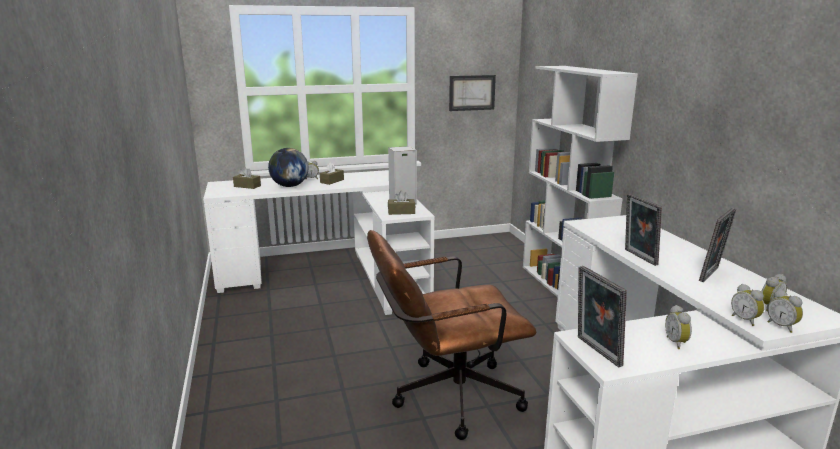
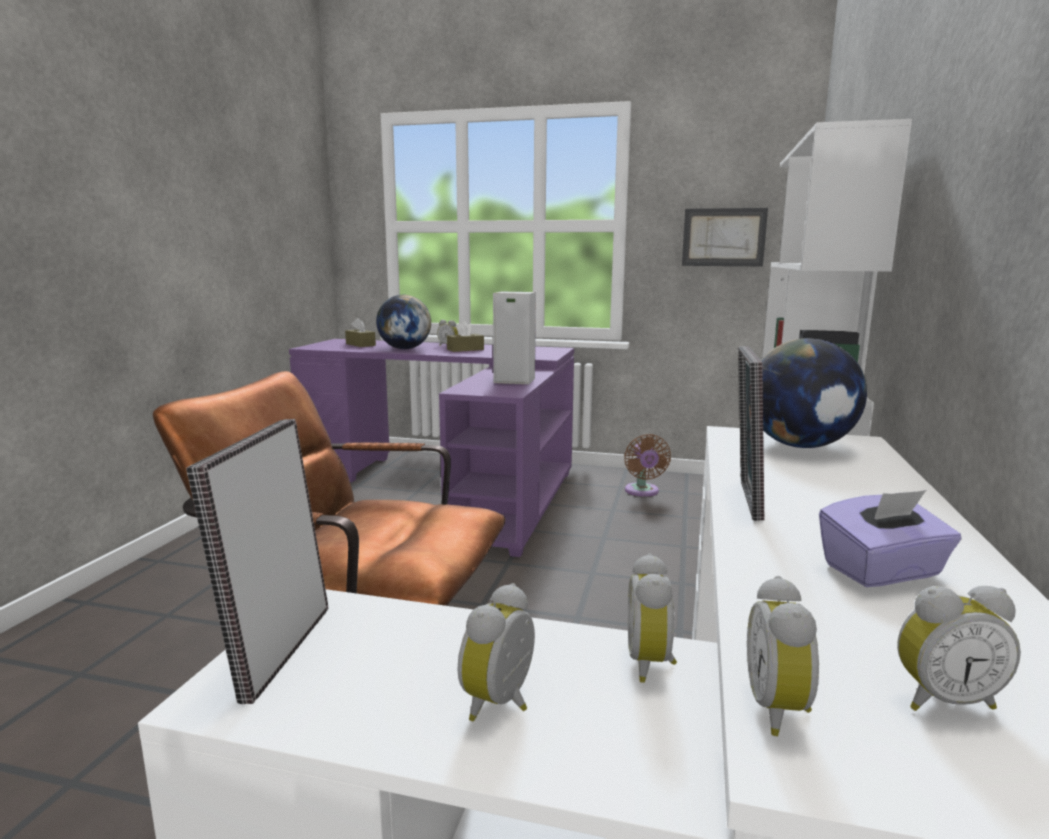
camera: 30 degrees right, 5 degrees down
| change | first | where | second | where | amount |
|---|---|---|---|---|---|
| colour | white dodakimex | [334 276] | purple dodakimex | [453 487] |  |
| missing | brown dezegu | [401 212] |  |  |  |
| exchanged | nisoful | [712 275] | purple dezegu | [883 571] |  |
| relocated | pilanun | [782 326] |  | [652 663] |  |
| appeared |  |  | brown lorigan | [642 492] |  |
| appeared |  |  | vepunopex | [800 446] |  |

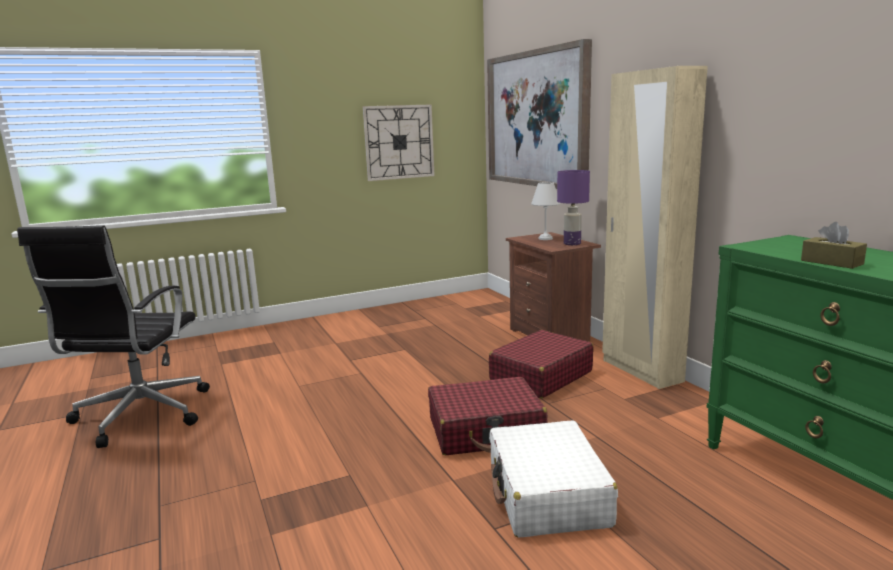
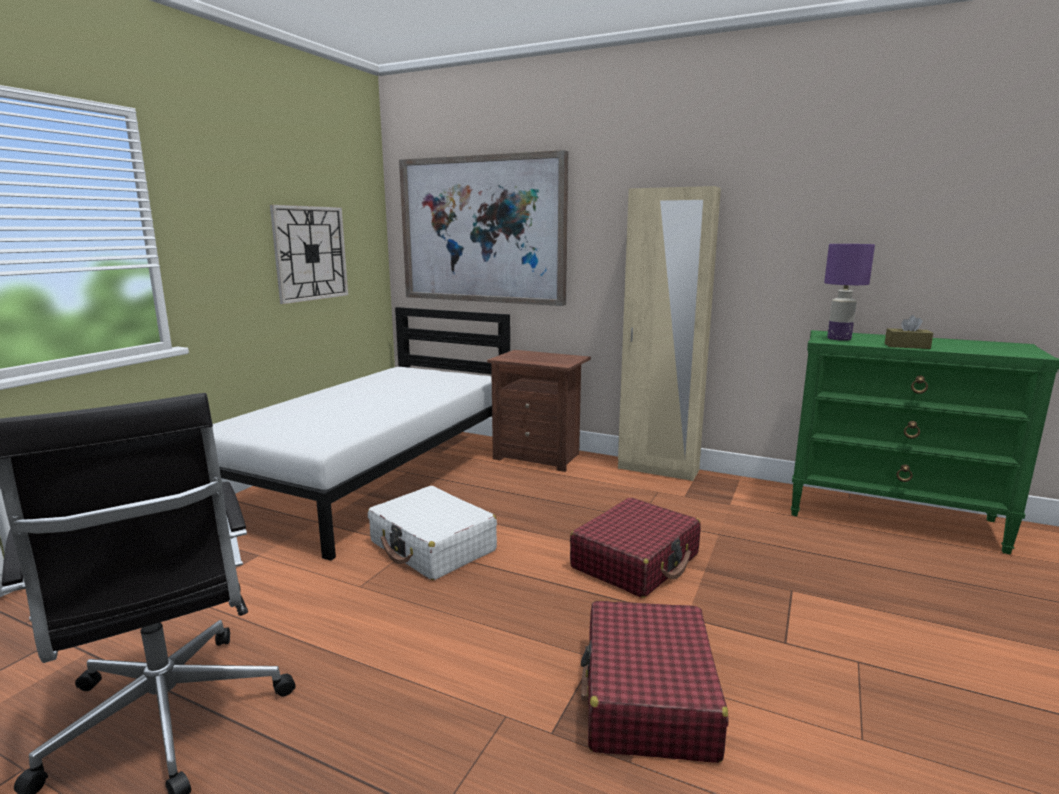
camera: 40 degrees left, 0 degrees up
| change | first | where | second | where | amount |
|---|---|---|---|---|---|
| relocated | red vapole | [540 376] |  | [648 697] |  |
| relocated | white vapole | [547 494] |  | [433 547] |  |
| missing | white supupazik | [545 239] |  |  |  |
| relocated | purple supupazik | [572 243] |  | [839 338] |  |
| appeared |  |  | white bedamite | [377 475] |  |

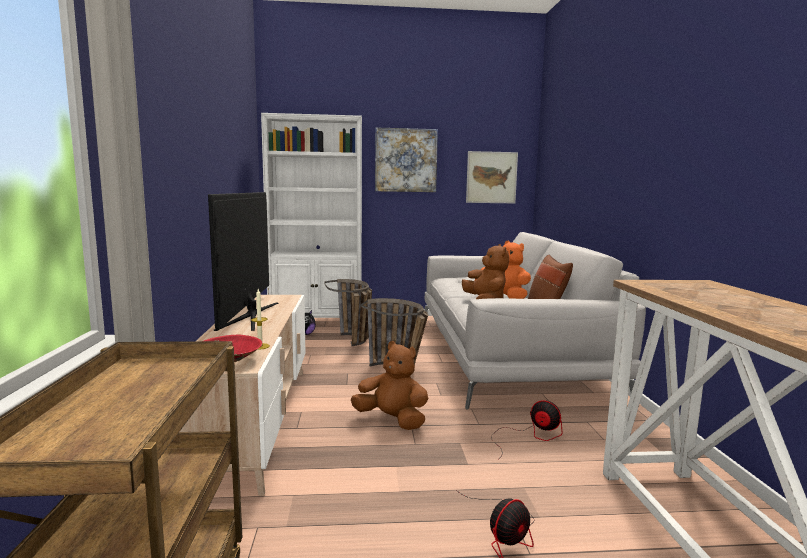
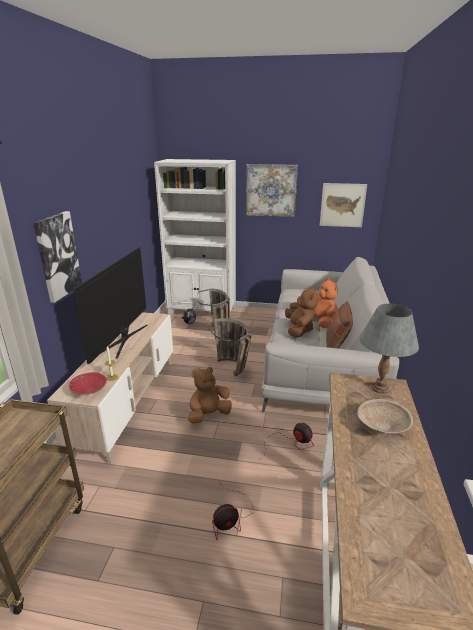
camera: 15 degrees right, 15 degrees up
| change | first | where | second | where | amount |
|---|---|---|---|---|---|
| spun | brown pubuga | [392 420] |  | [209 415] | 75 degrees counterclockwise |
| appeared |  |  | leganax | [57 256] |  |
| appeared |  |  | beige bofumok | [381 427] |  |
| appeared |  |  | grey supupazik | [380 388] |  |

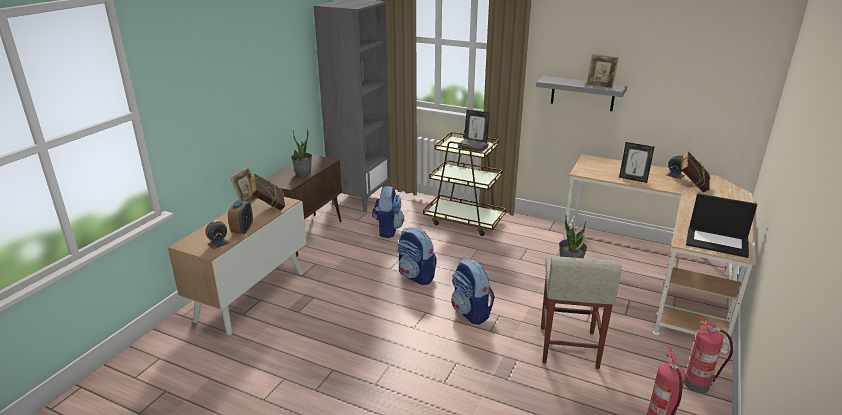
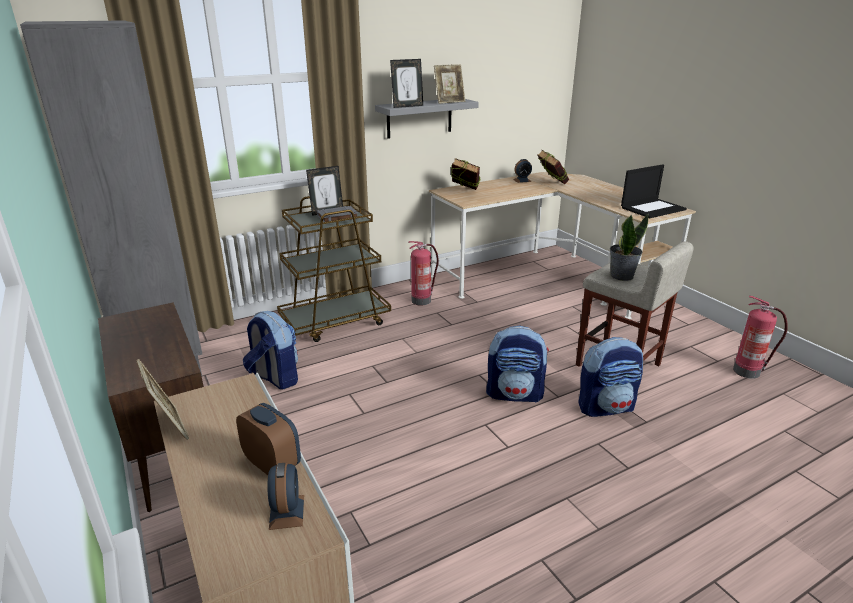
camera: 55 degrees left, 0 degrees up
| change | first | where | second | where | amount |
|---|---|---|---|---|---|
| relocated | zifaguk | [269 208] |  | [465 192] |  |
| missing | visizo | [303 173] |  |  |  |
| relocated | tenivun | [416 276] |  | [606 407] |  |
| relocated | nisoful | [633 179] |  | [407 106] |  |
| relocated | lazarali | [698 384] |  | [422 300] |  |

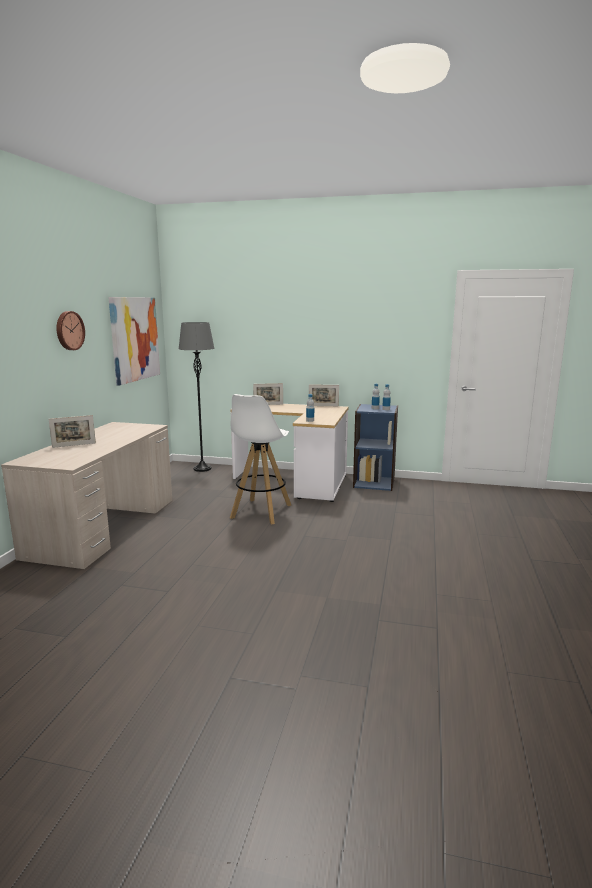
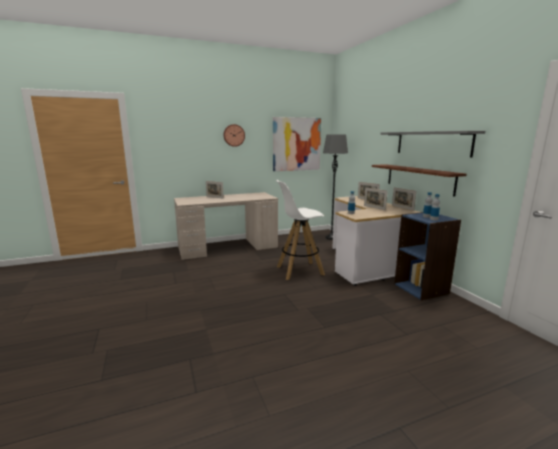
camera: 55 degrees right, 0 degrees up
| change | first | where | second | where | amount |
|---|---|---|---|---|---|
| appeared |  |  | nisoful | [374 208] |  |
| appeared |  |  | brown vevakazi | [419 178] |  |
| appeared |  |  | grey vevakazi | [432 143] |  |

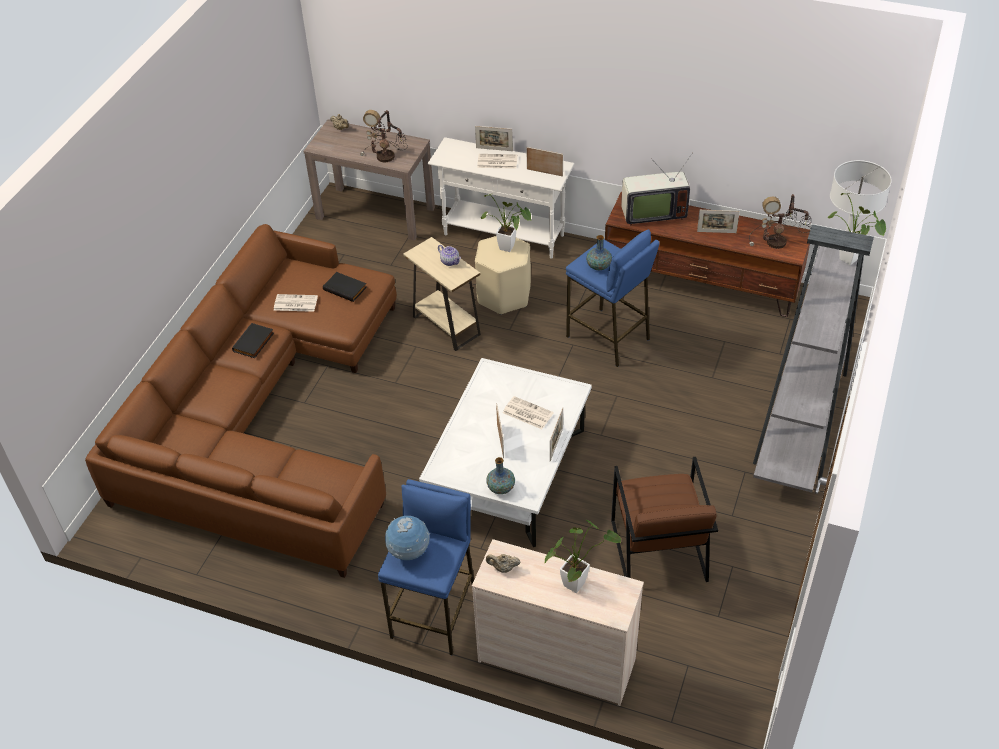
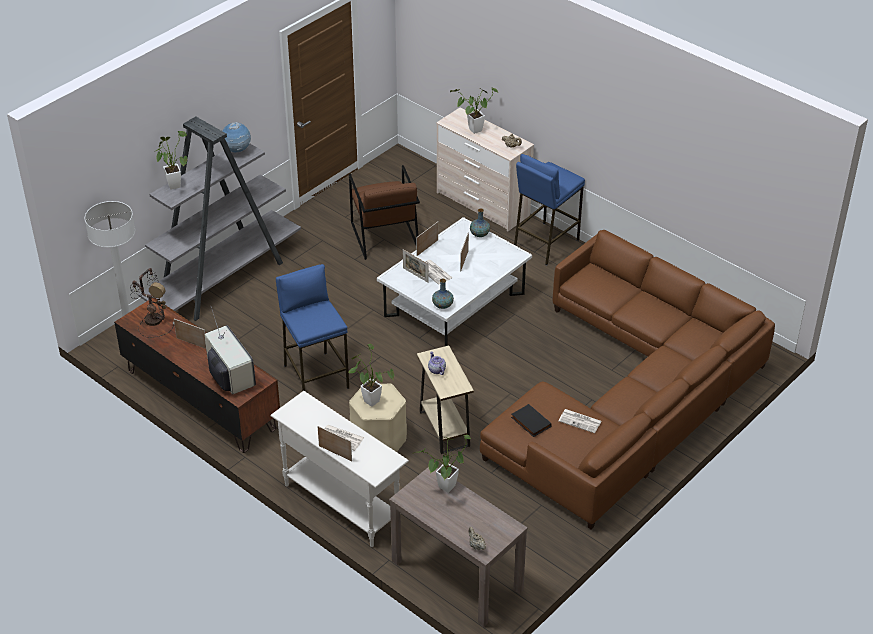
camera: 160 degrees left, 5 degrees down
| change | first | where | second | where | amount |
|---|---|---|---|---|---|
| missing | black zifaguk | [254 343] |  |  |  |
| exchanged | supupazik | [386 157] | visizo | [444 489] |  |
| relocated | vepunopex | [409 552] |  | [237 151] |  |
| relocated | nisoful | [544 172] |  | [415 275] |  |
| relocated | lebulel | [598 266] |  | [442 305] |  |
| spun | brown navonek | [658 550] |  | [384 236] | 150 degrees clockwise |
| spun | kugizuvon | [652 213] |  | [229 377] | 45 degrees clockwise |

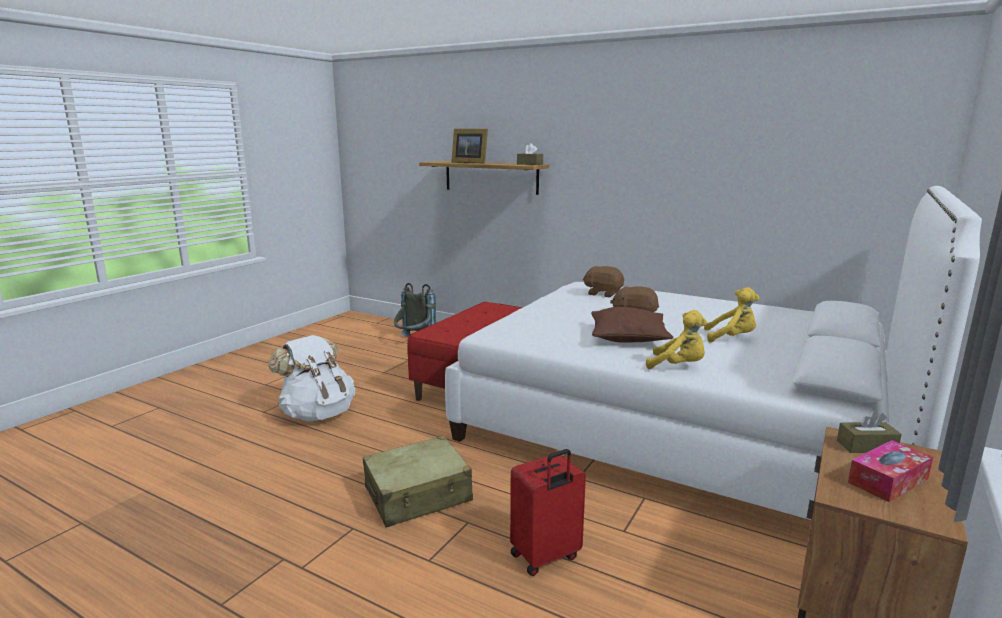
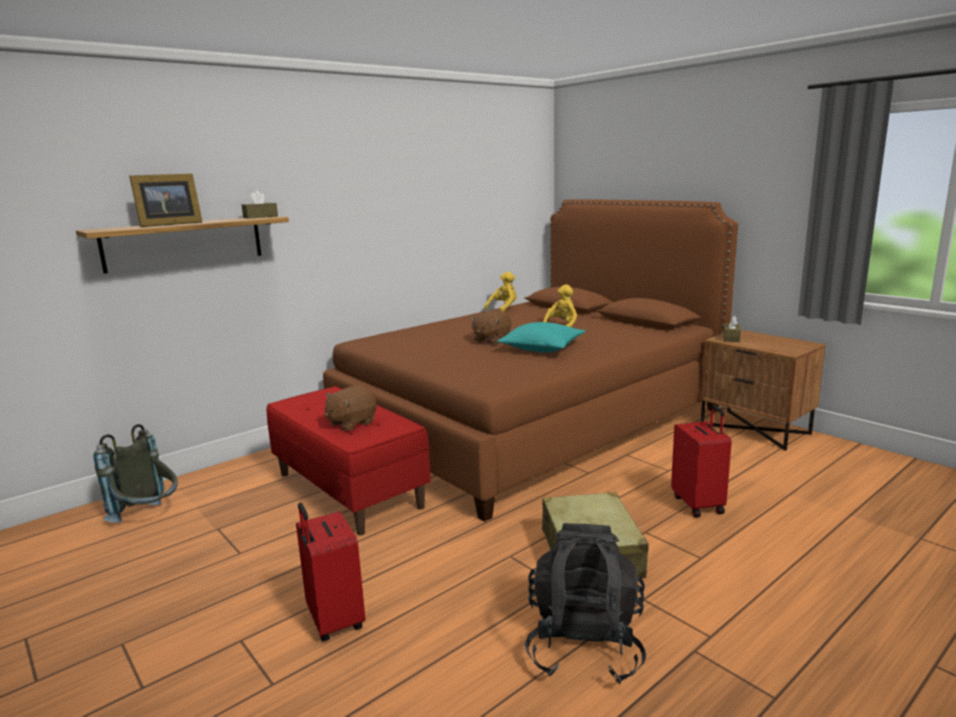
camera: 70 degrees left, 0 degrees up
| change | first | where | second | where | amount |
|---|---|---|---|---|---|
| exchanged | white tenivun | [317 414] | red vapole | [333 621] |  |
| colour | white bedamite | [680 430] | brown bedamite | [531 421] |  |
| relocated | brown pubuga | [603 293] |  | [351 423] |  |
| colour | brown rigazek | [628 338] | turquoise rigazek | [542 348] |  |
| relocated | yellow pubuga | [678 366] |  | [503 309] |  |
| missing | dezegu | [888 481] |  |  |  |
| appeared |  |  | black tenivun | [584 645] |  |

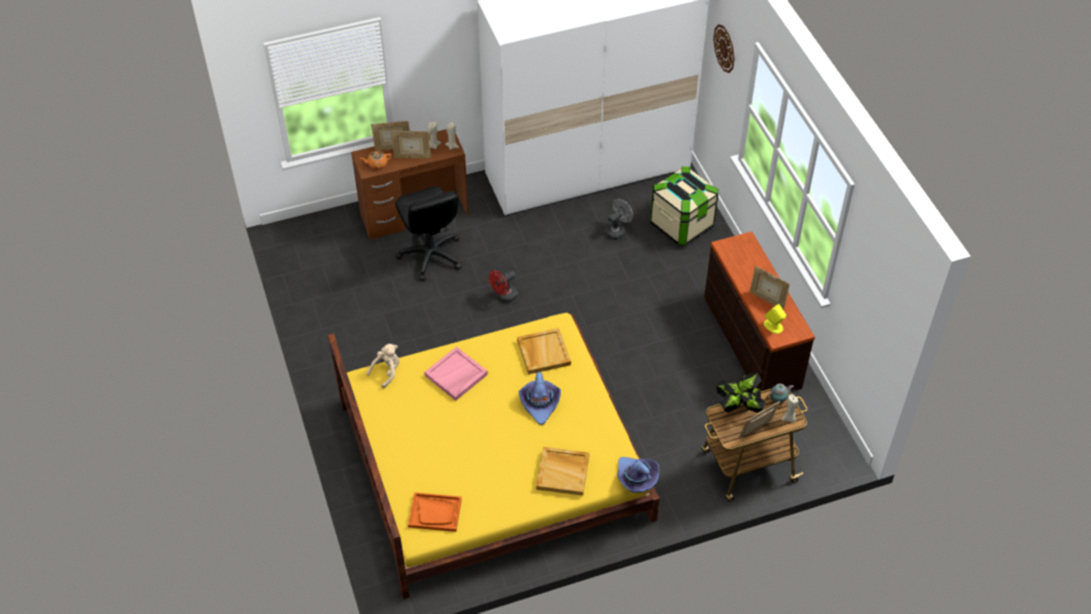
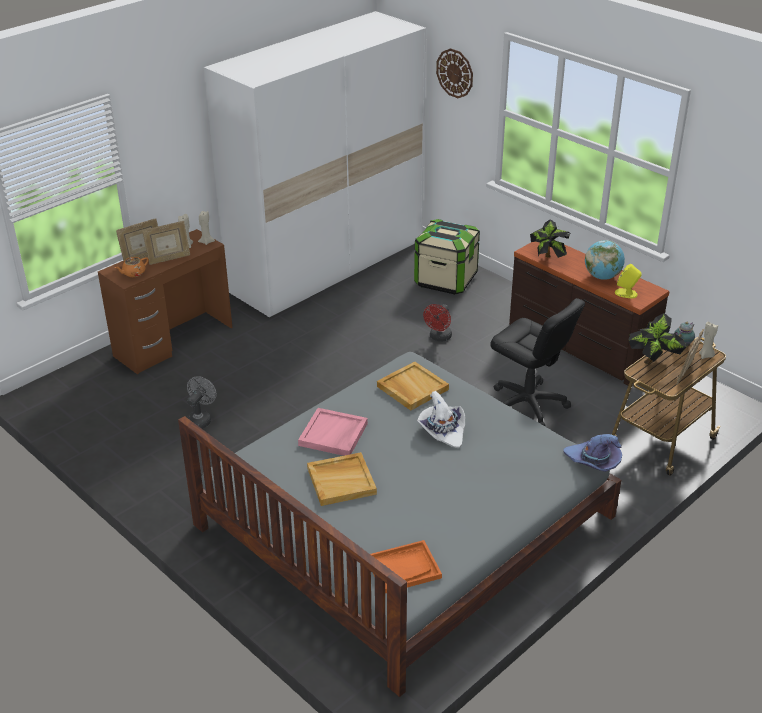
camera: 25 degrees left, 15 degrees down
| change | first | where | second | where | amount |
|---|---|---|---|---|---|
| colour | yellow bedamite | [493 459] | grey bedamite | [404 521] |  |
| missing | beige pubuga | [387 372] |  |  |  |
| relocated | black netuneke | [430 255] |  | [528 405] |  |
| relocated | red lorigan | [504 297] |  | [439 337] |  |
| colour | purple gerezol | [540 403] | white gerezol | [442 430] |  |
| relocated | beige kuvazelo | [563 472] |  | [342 481] |  |
| relocated | grey lorigan | [617 231] |  | [201 419] |  |
| exchanged | nisoful | [767 299] | vepunopex | [602 277] |  |
| appeared |  |  | visizo | [547 259] |  |

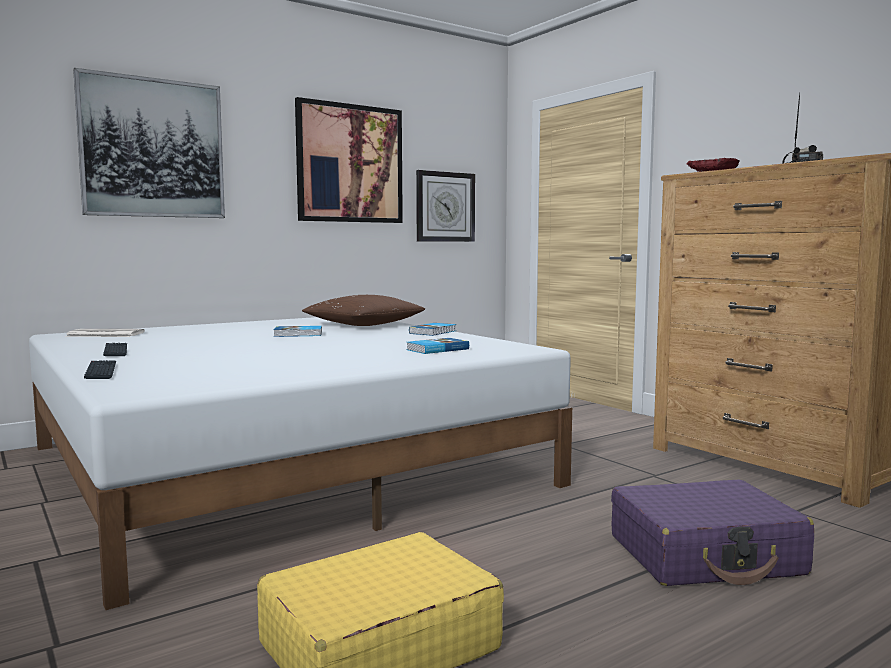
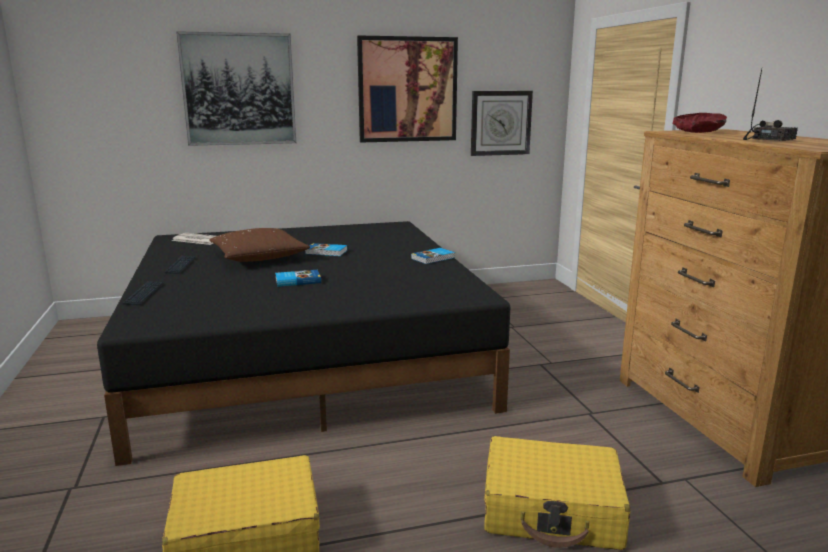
camera: 20 degrees right, 10 degrees up
| change | first | where | second | where | amount |
|---|---|---|---|---|---|
| colour | white bedamite | [282 465] | black bedamite | [306 354] |  |
| relocated | brown rigazek | [364 325] |  | [259 257] |  |
| relocated | zifaguk | [436 349] |  | [297 280] |  |
| colour | purple vapole | [706 555] | yellow vapole | [552 509] |  |

